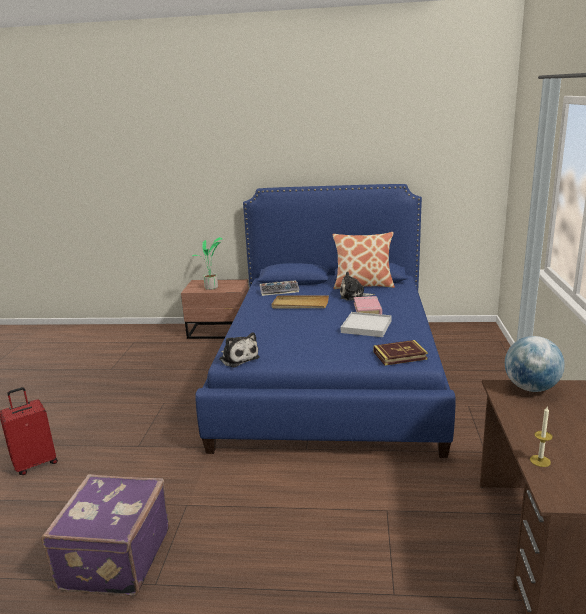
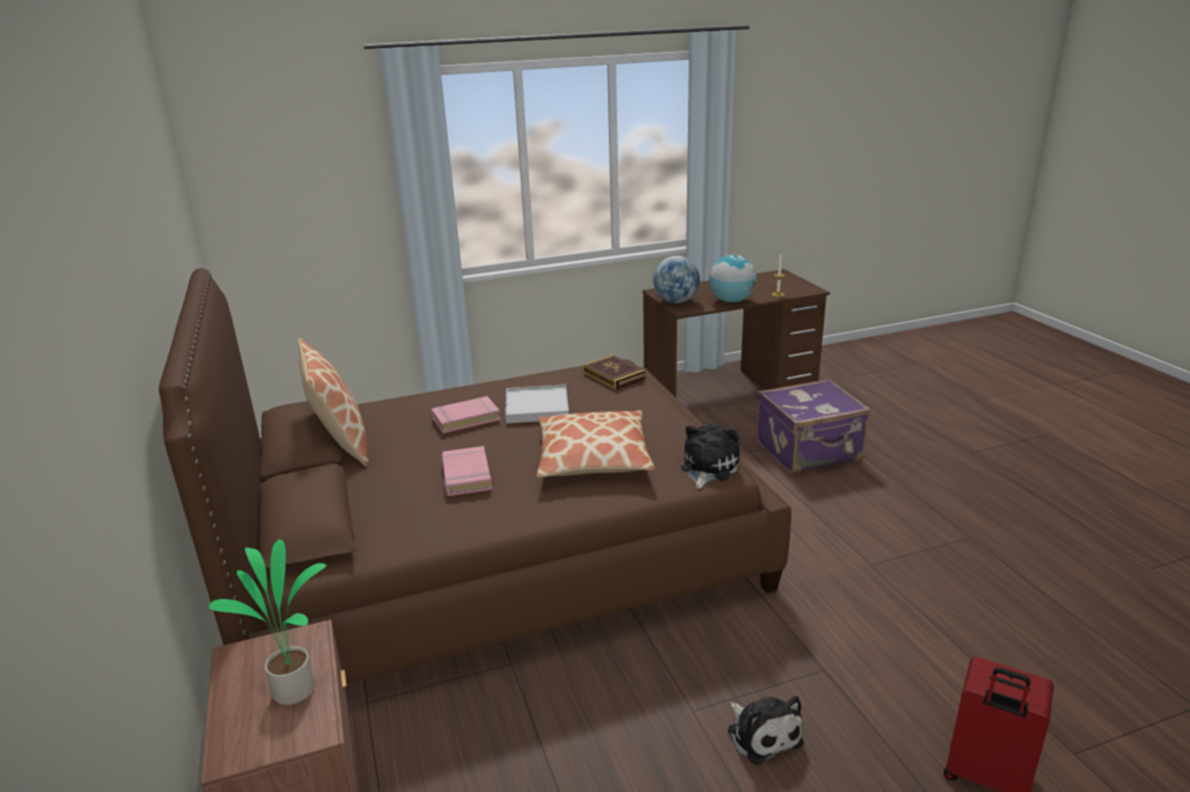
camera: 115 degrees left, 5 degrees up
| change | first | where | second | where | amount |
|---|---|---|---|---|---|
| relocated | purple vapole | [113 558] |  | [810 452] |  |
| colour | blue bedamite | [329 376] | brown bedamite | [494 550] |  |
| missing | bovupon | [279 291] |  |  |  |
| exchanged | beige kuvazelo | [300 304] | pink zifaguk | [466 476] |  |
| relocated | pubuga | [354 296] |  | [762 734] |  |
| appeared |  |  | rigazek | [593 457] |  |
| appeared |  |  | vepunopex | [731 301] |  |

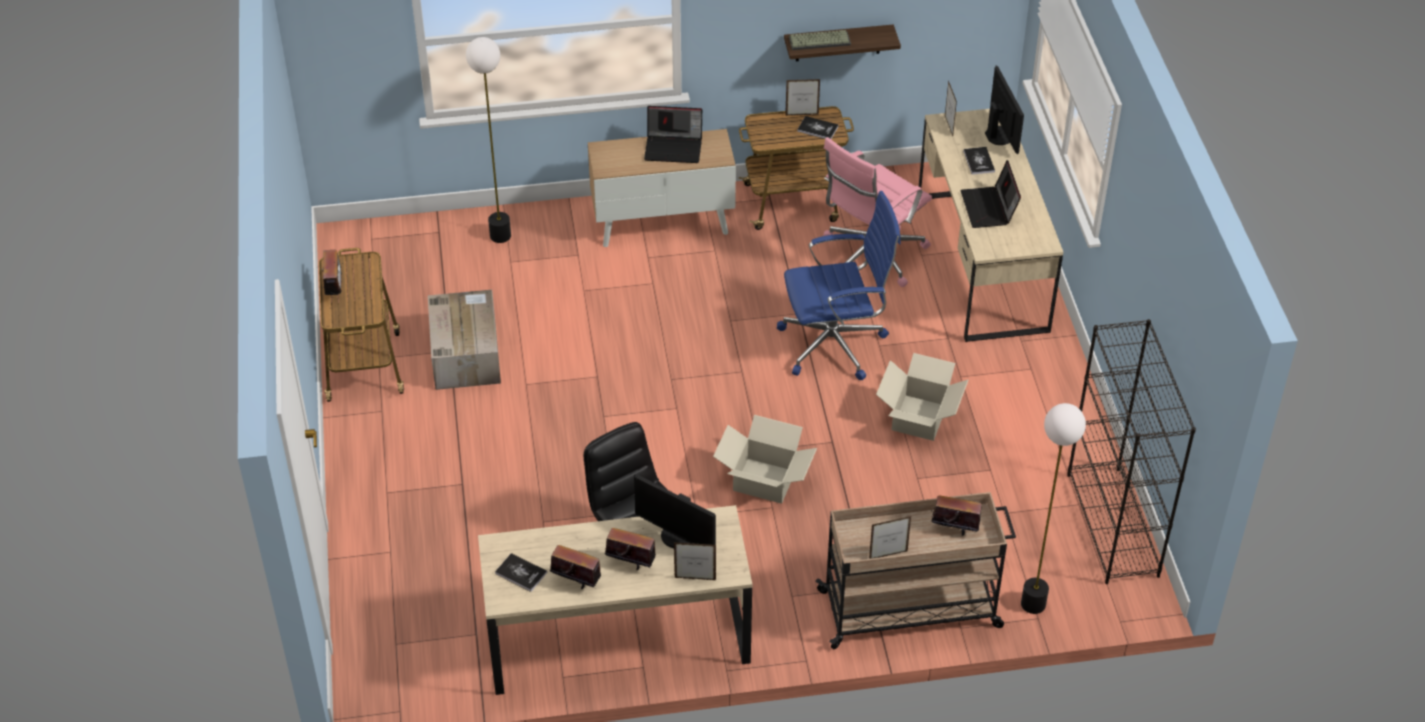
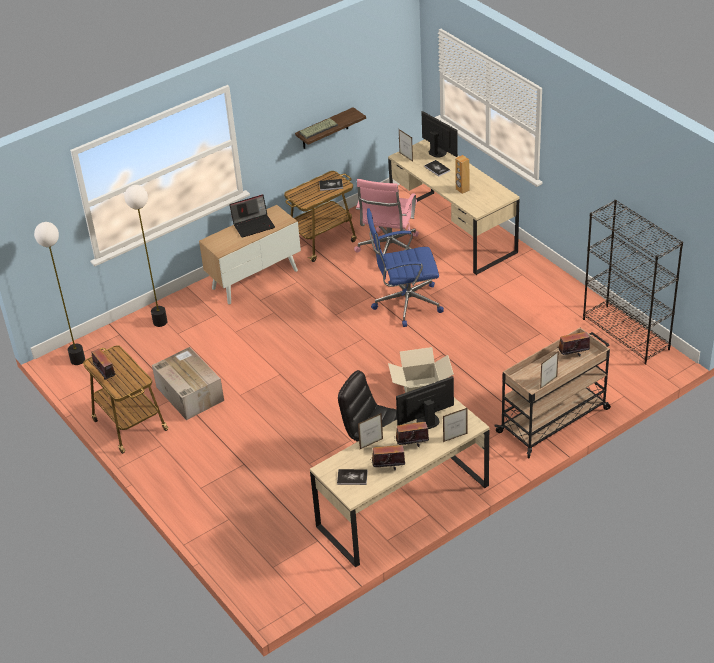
camera: 25 degrees left, 5 degrees down
| change | first | where | second | where | amount |
|---|---|---|---|---|---|
| spun | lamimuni | [677 536] |  | [427 420] | 150 degrees clockwise |
| spun | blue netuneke | [836 344] |  | [405 303] | 150 degrees counterclockwise |
| relocated | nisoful | [802 115] |  | [371 444] |  |
| missing | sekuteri | [918 418] |  |  |  |
| exchanged | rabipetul | [989 208] | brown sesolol | [462 190] |  |
| relocated | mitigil | [1032 604] |  | [77 360] |  |

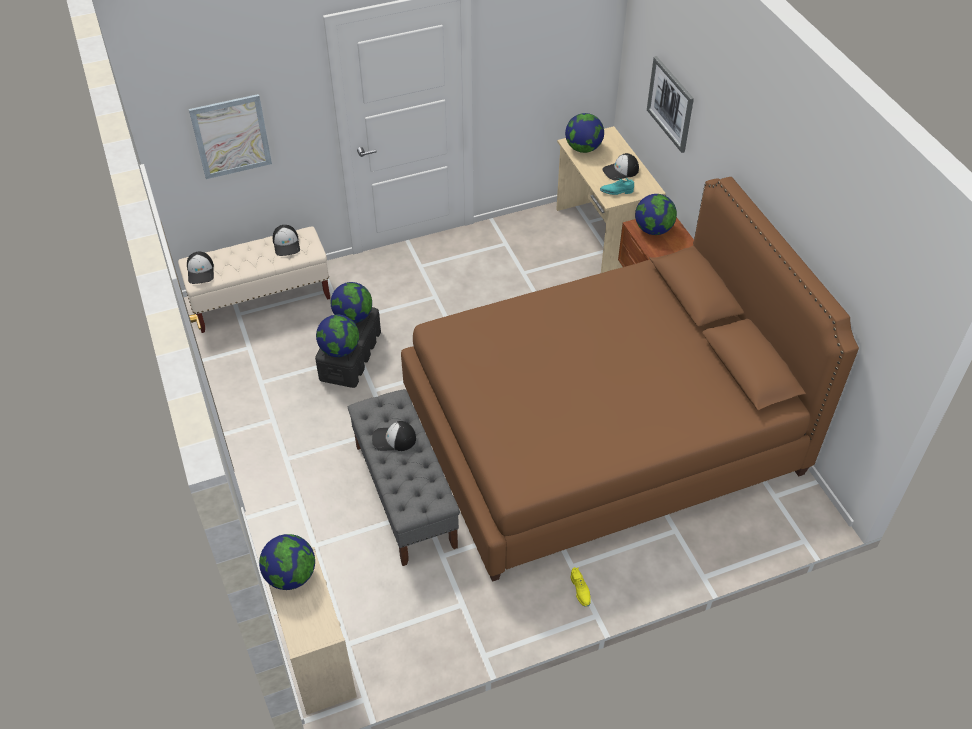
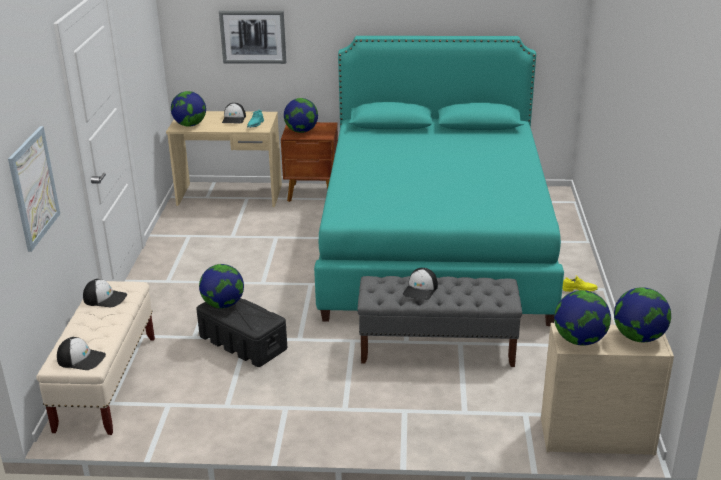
camera: 65 degrees left, 20 degrees down
| change | first | where | second | where | amount |
|---|---|---|---|---|---|
| relocated | vepunopex | [339 350] |  | [638 337] |  |
| colour | brown bedamite | [601 433] | turquoise bedamite | [434 246] |  |

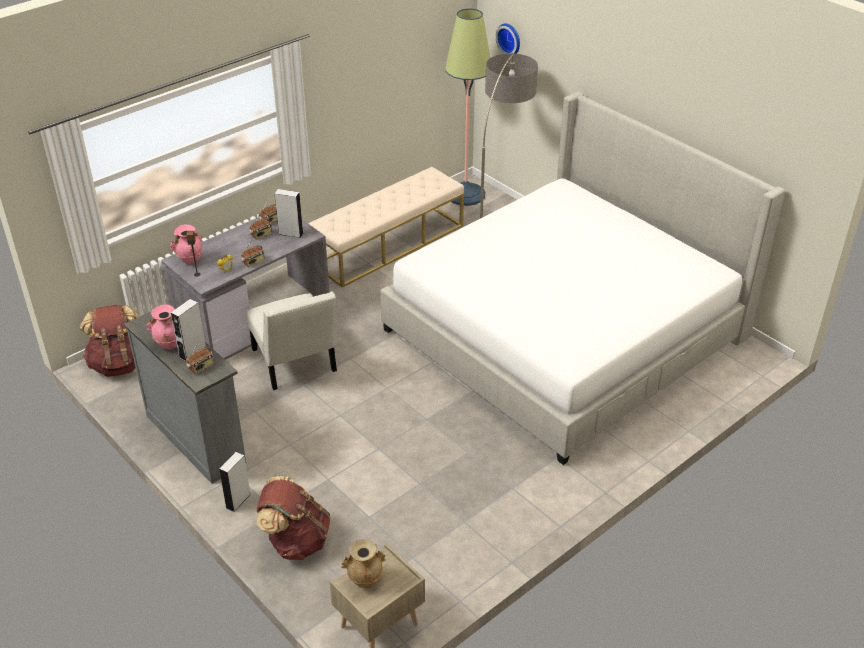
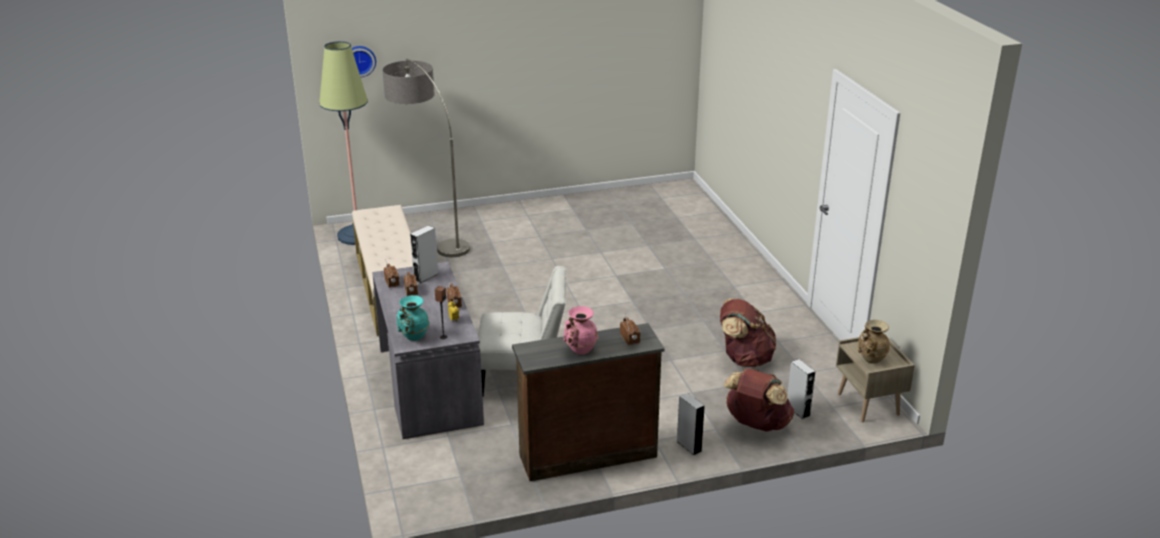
camera: 65 degrees left, 10 degrees down
| change | first | where | second | where | amount |
|---|---|---|---|---|---|
| relocated | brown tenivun | [119 364] |  | [744 359] |  |
| colour | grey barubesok | [196 438] | brown barubesok | [586 455] |  |
| colour | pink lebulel | [190 260] | turquoise lebulel | [413 337] |  |
| relocated | grey sesolol | [192 352] |  | [798 410] |  |
| missing | bedamite | [564 333] |  |  |  |

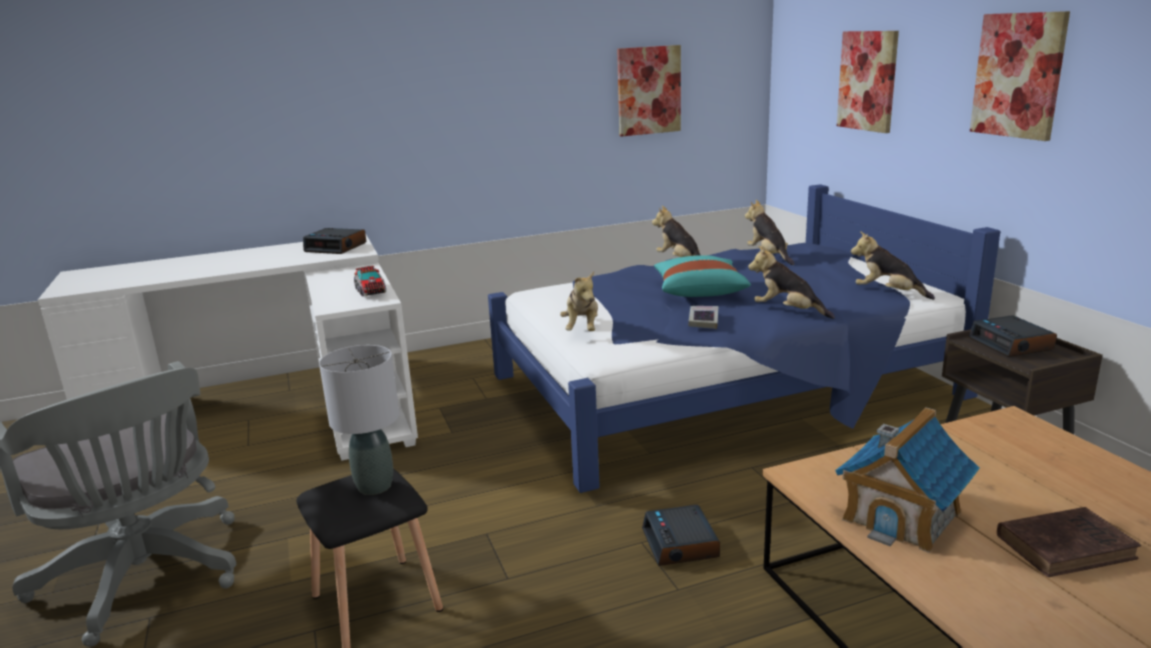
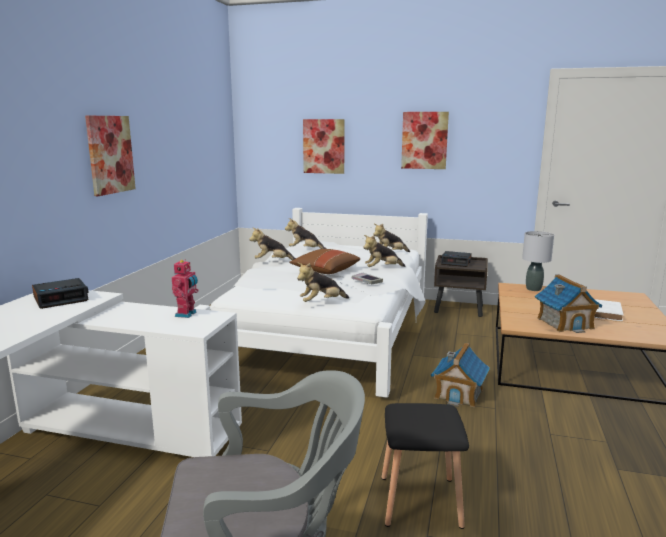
camera: 55 degrees left, 5 degrees down
| change | first | where | second | where | amount |
|---|---|---|---|---|---|
| relocated | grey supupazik | [374 486] |  | [533 289] |  |
| exchanged | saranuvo | [370 291] | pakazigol | [187 314] |  |
| colour | blue bedamite | [719 390] | white bedamite | [329 332] |  |
| spun | pubuga | [582 329] |  | [321 302] | 120 degrees clockwise |
| relocated | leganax | [648 90] |  | [110 154] |  |
| exchanged | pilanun | [681 544] | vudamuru | [459 394] |  |
| colour | turquoise rigazek | [699 291] | brown rigazek | [325 271] |  |
| colour | brown zifaguk | [1067 546] | white zifaguk | [605 312] |  |

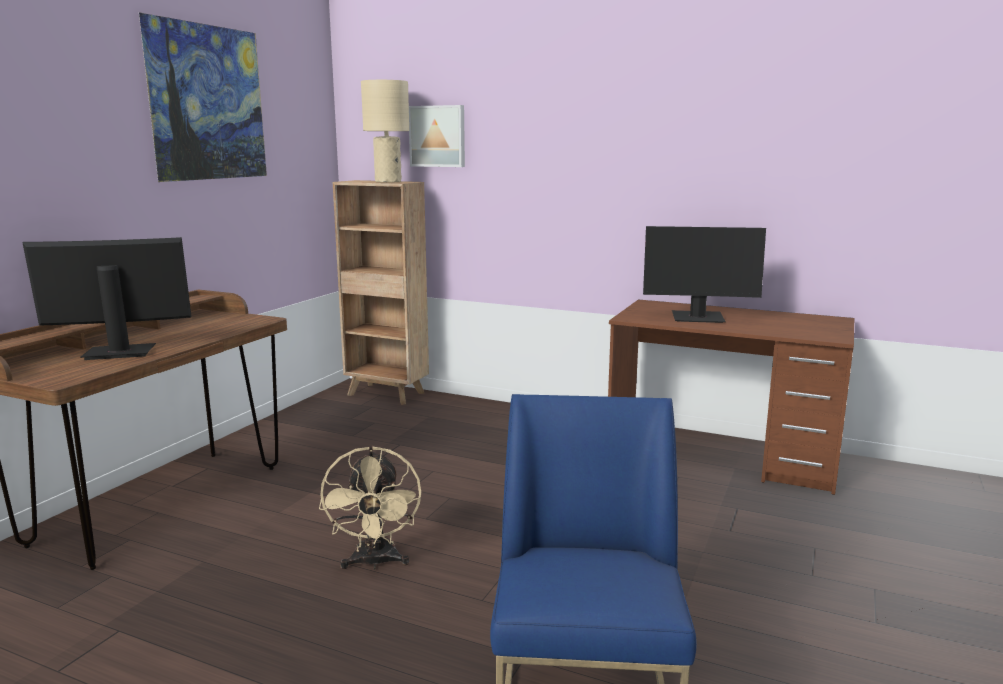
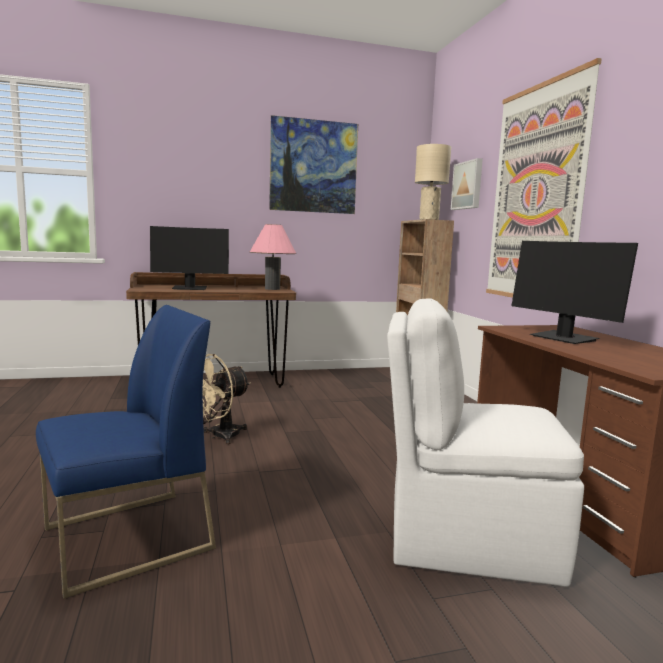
camera: 50 degrees right, 5 degrees down
| change | first | where | second | where | amount |
|---|---|---|---|---|---|
| spun | lamimuni | [119 352] |  | [190 288] | 135 degrees clockwise |
| appeared |  |  | pink supupazik | [272 289] |  |
| appeared |  |  | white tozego | [466 539] |  |
| appeared |  |  | leganax | [536 194] |  |

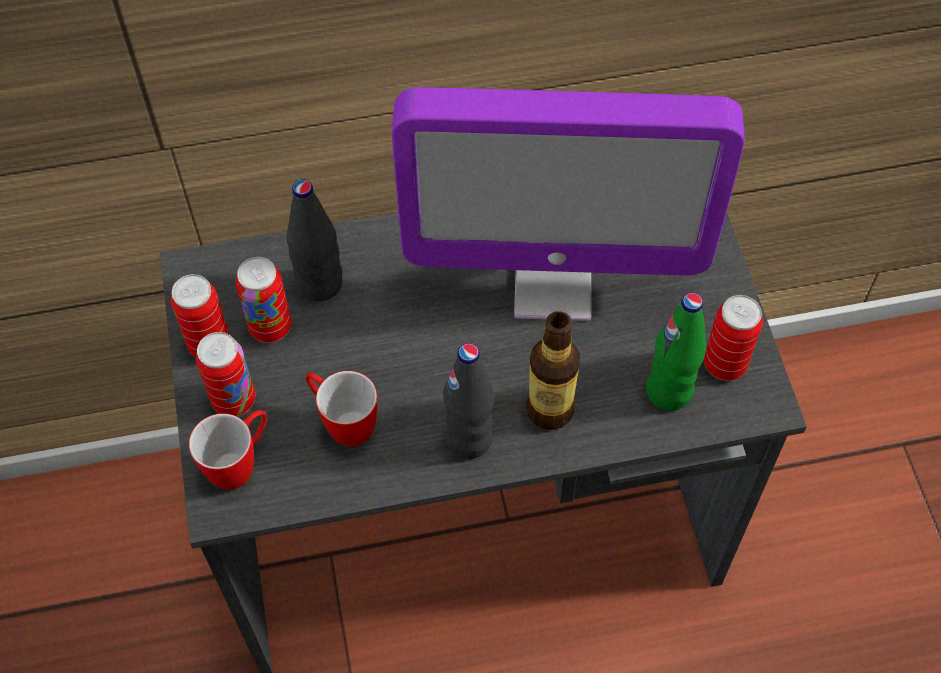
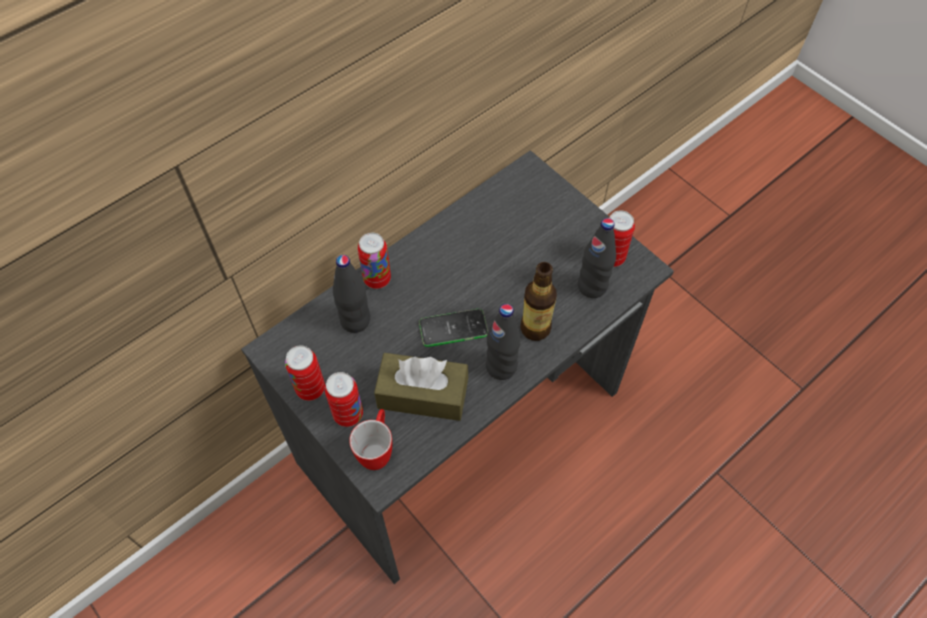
camera: 30 degrees left, 0 degrees up
| change | first | where | second | where | amount |
|---|---|---|---|---|---|
| relocated | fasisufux | [270 327] |  | [377 279] |  |
| exchanged | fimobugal | [343 423] | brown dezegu | [422 394] |  |
| missing | lamimuni | [553 284] |  |  |  |
| colour | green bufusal | [669 391] | black bufusal | [592 286] |  |
| appeared |  |  | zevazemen | [453 328] |  |

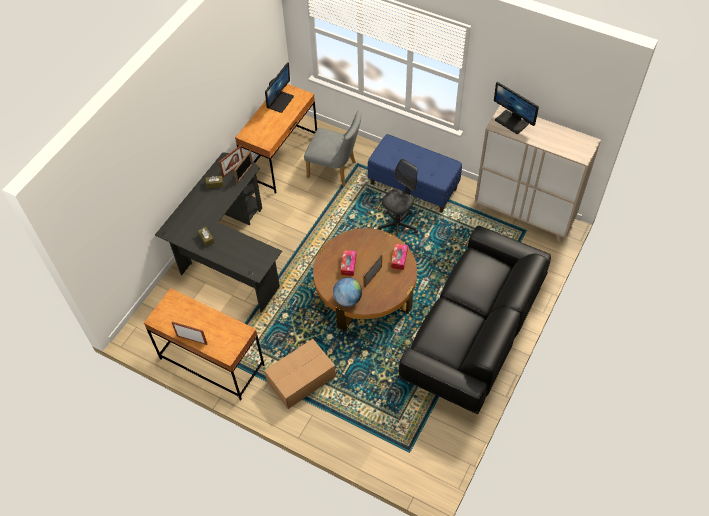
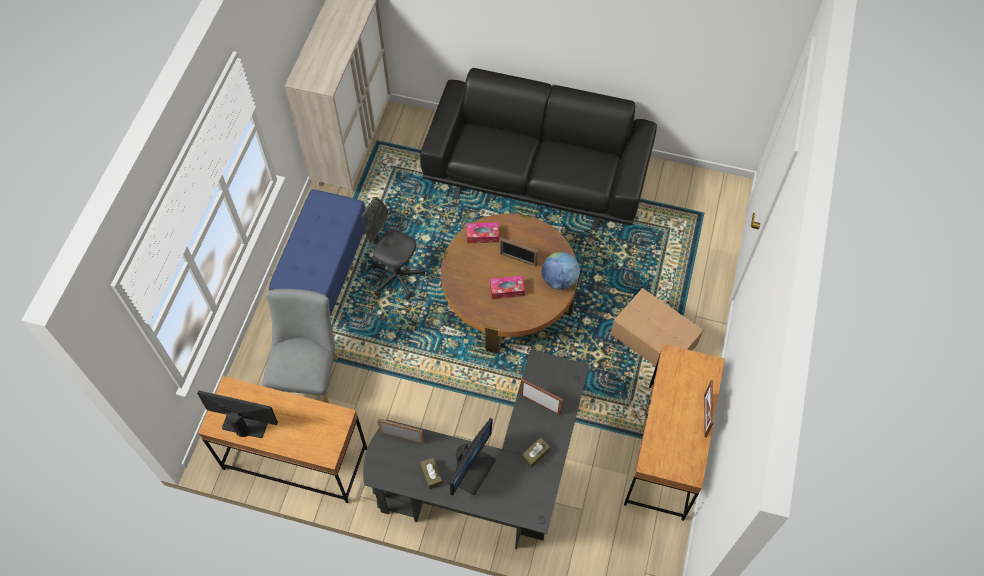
camera: 105 degrees left, 5 degrees up
| change | first | where | second | where | amount |
|---|---|---|---|---|---|
| relocated | nisoful | [233 169] |  | [540 404] |  |
| relocated | lamimuni | [512 121] |  | [472 469] |  |

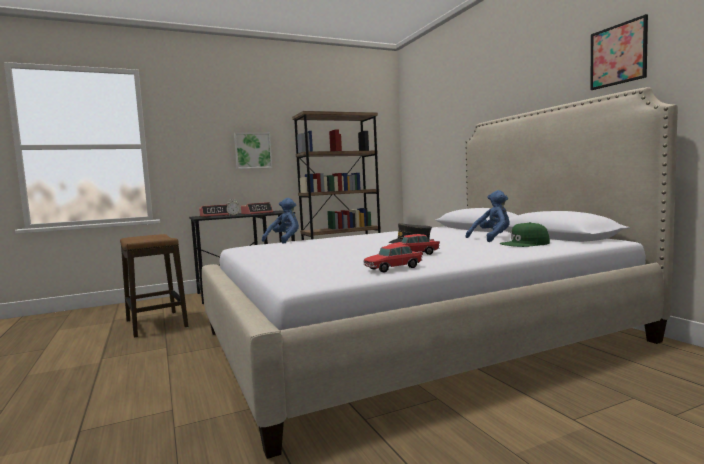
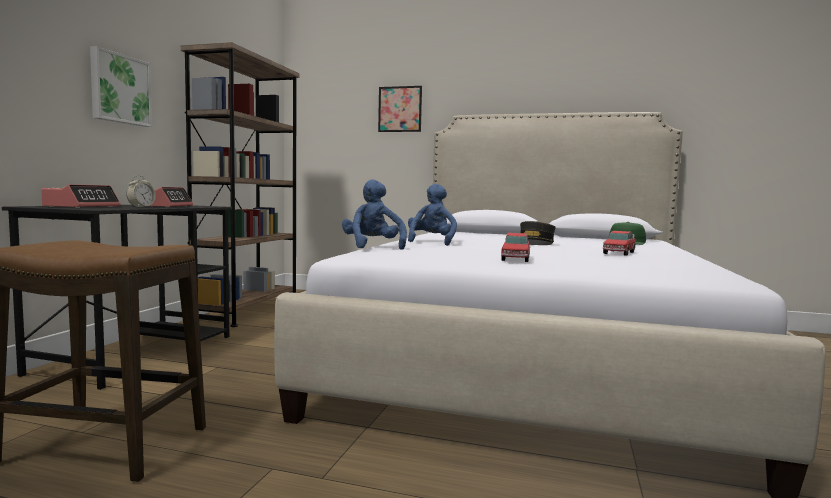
camera: 50 degrees left, 0 degrees up
| change | first | where | second | where | amount |
|---|---|---|---|---|---|
| relocated | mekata | [393 268] |  | [515 259] |  |
| relocated | blue pubuga | [492 238] |  | [431 242] |  |
| relocated | leganax | [618 54] |  | [400 109] |  |

